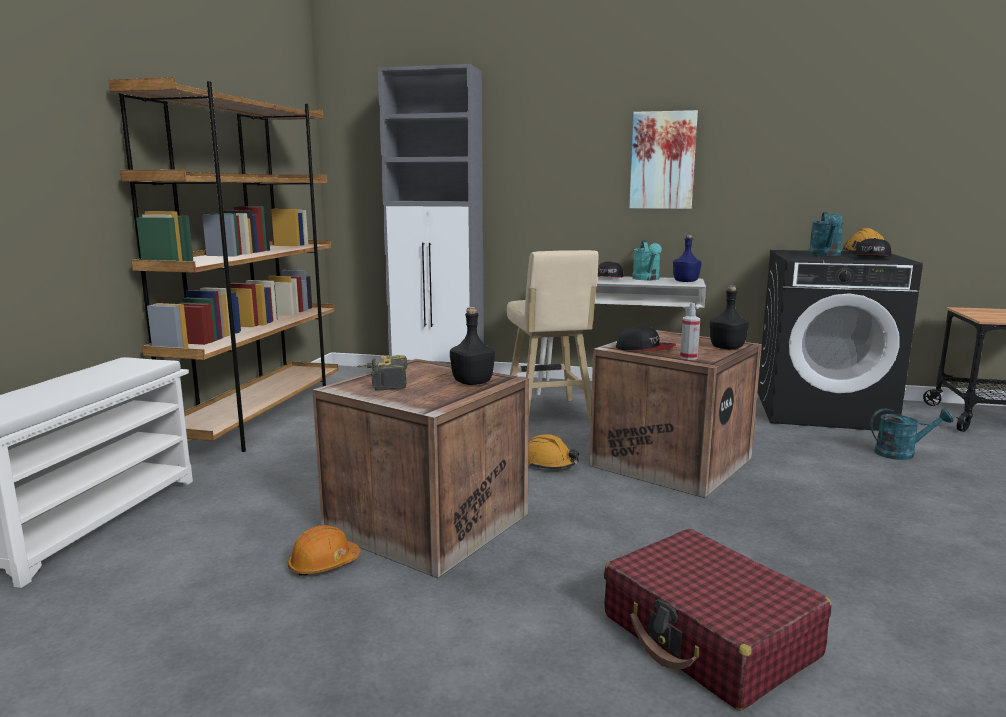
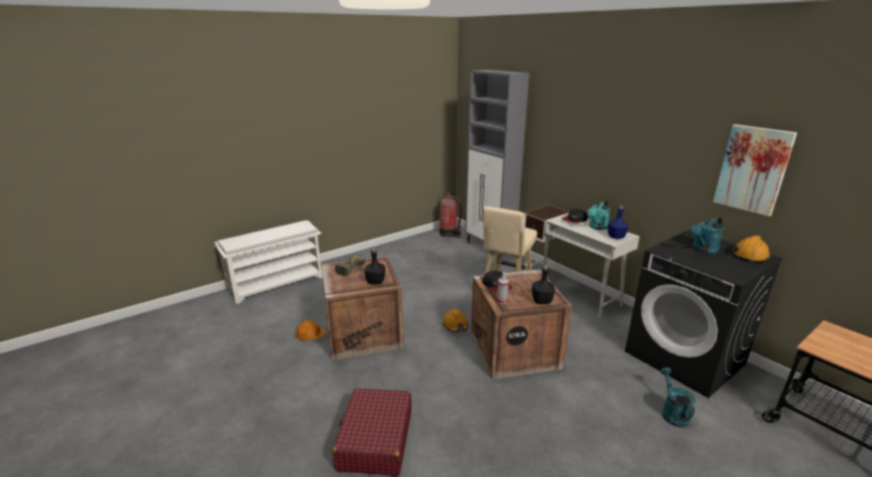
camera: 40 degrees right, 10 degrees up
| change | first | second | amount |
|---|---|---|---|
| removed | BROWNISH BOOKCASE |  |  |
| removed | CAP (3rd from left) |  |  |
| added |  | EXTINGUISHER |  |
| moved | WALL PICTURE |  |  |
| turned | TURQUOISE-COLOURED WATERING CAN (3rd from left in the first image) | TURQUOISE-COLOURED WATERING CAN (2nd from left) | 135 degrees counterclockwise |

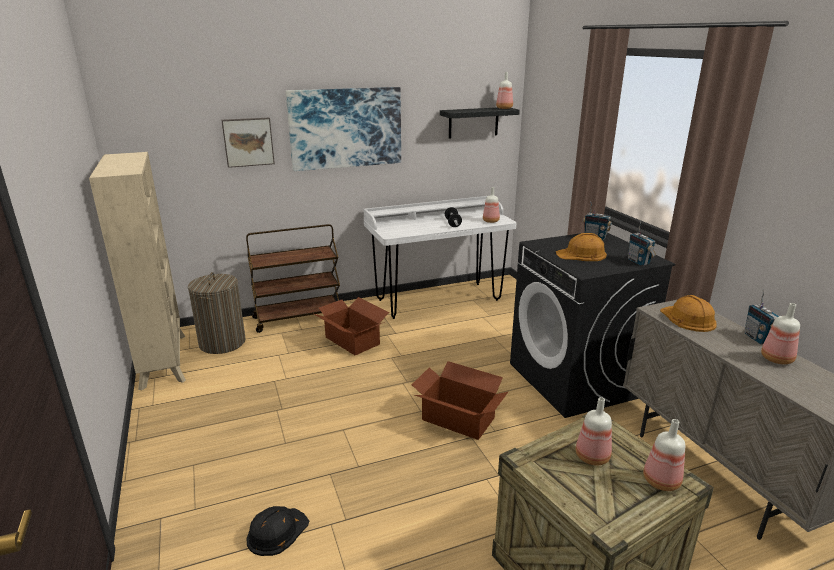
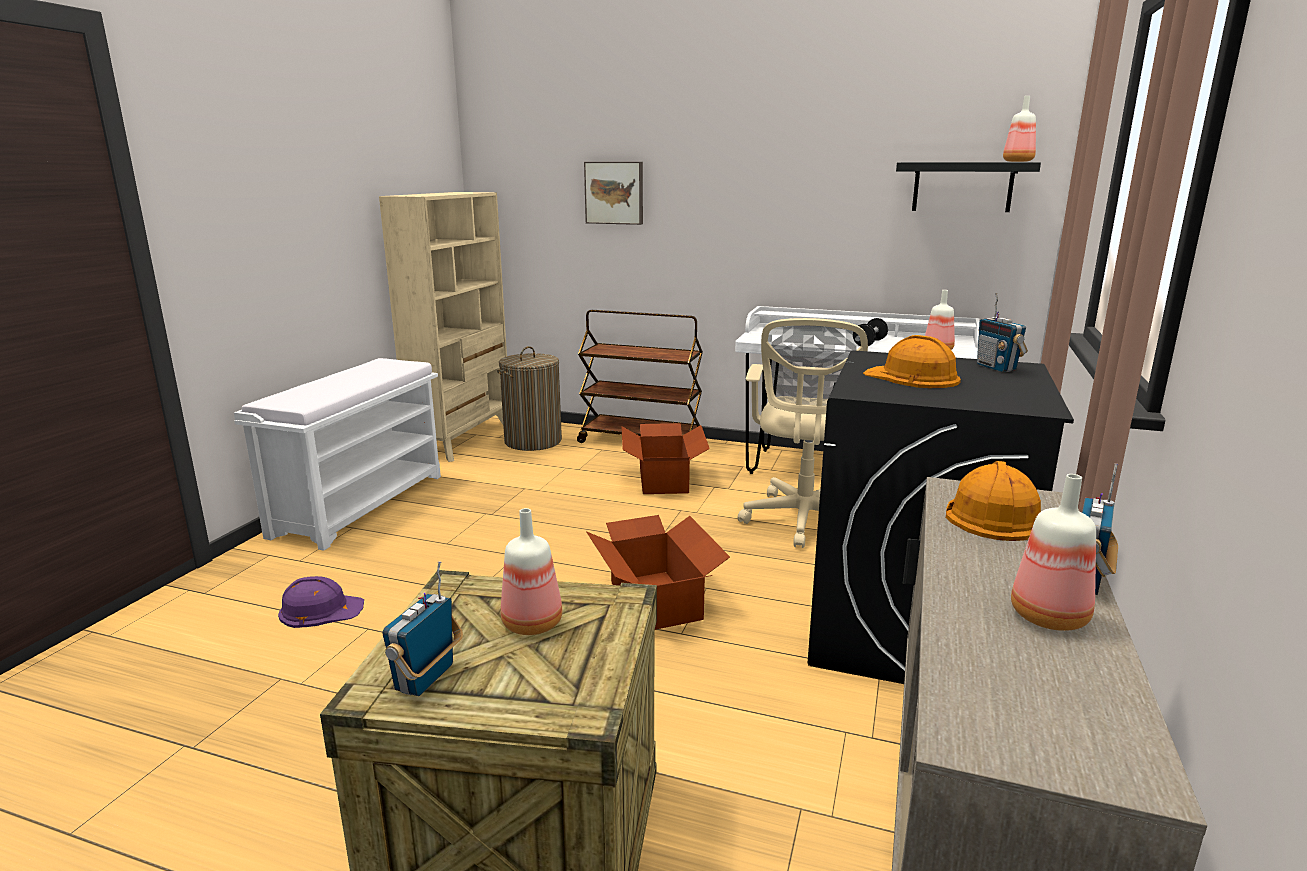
camera: 40 degrees right, 5 degrees down
| change | first | second | amount |
|---|---|---|---|
| removed | WALL PICTURE (2nd from left) |  |  |
| removed | BOTTLE (4th from left) |  |  |
| added |  | WHITE-COLOURED LONG SEAT |  |
| added |  | BEIGE-COLOURED OFFICE CHAIR |  |
| moved | RADIO SET (2nd from left in the first image) | RADIO SET (1st from left) |  |
| recoloured | BLACK-COLOURED SAFETY HELMET | PURPLE-COLOURED SAFETY HELMET |  |

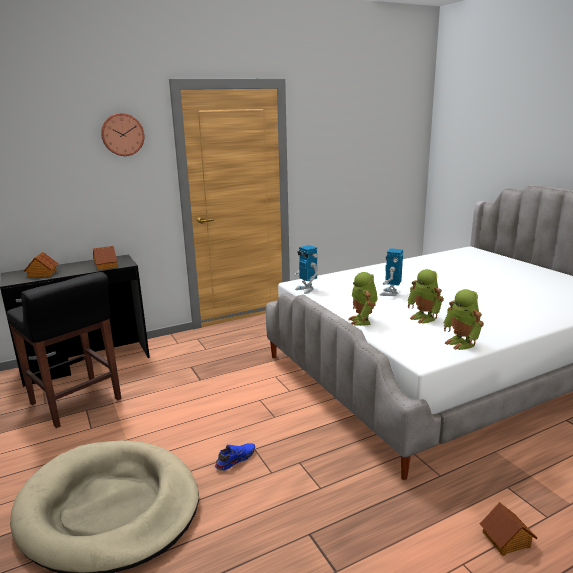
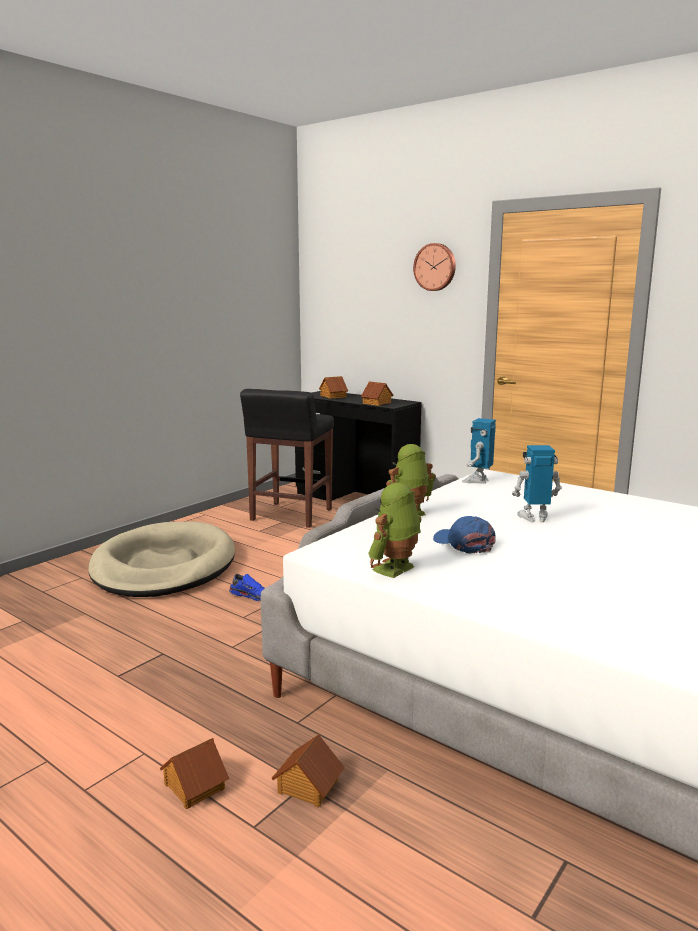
camera: 65 degrees right, 5 degrees down
| change | first | second | amount |
|---|---|---|---|
| added |  | MODEL HOUSE (2nd from left) |  |
| replaced | MODEL ROBOT (4th from left) | BLUISH CAP |  |

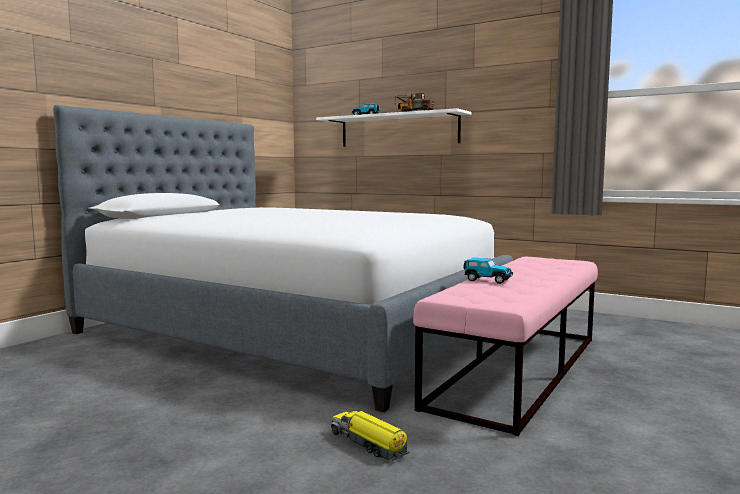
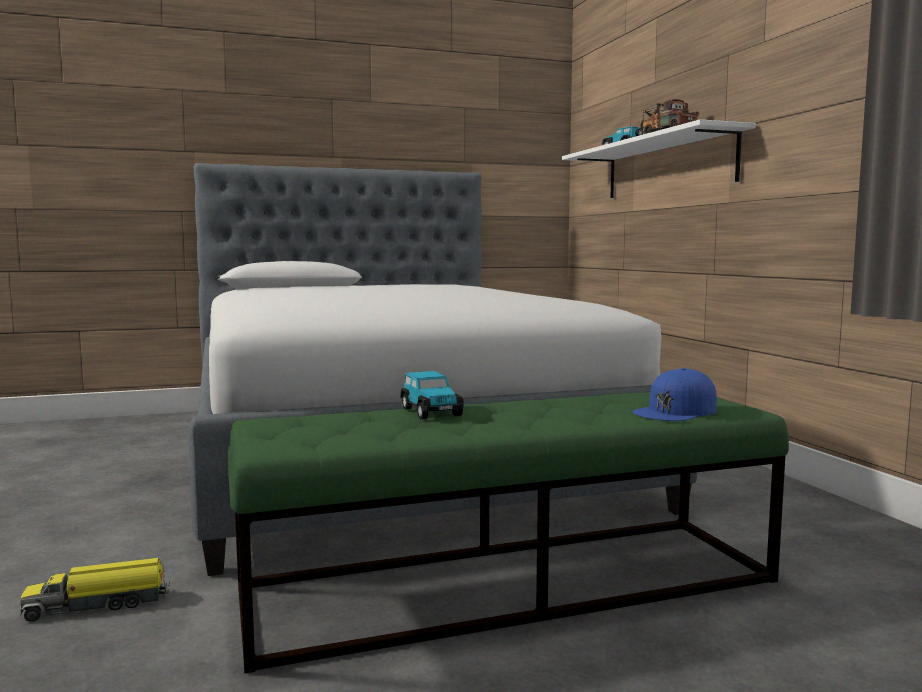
camera: 40 degrees right, 0 degrees up
| change | first | second | amount |
|---|---|---|---|
| added |  | BLUISH CAP |  |
| recoloured | PINK-COLOURED LONG SEAT | GREEN-COLOURED LONG SEAT |  |
| turned | TOY LORRY (1st from left) |  | 105 degrees counterclockwise |

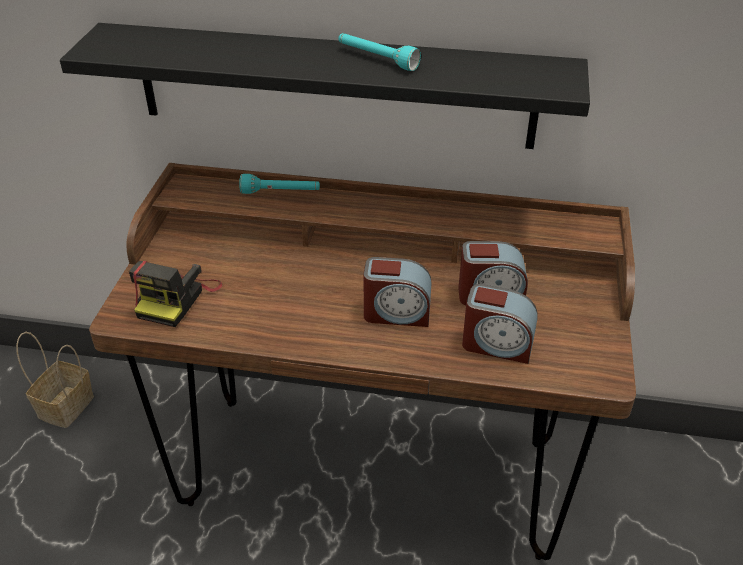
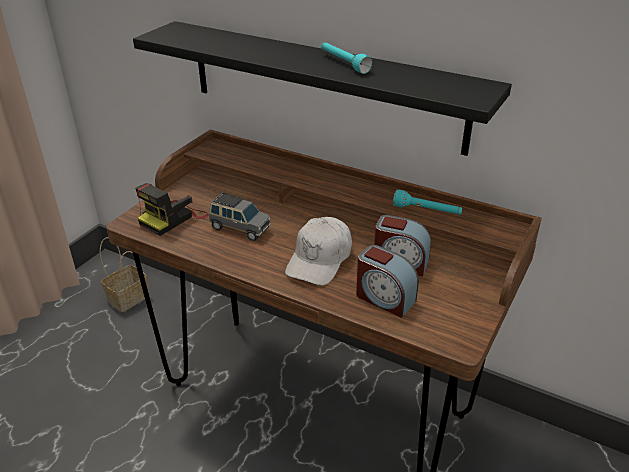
camera: 20 degrees right, 5 degrees down
| change | first | second | amount |
|---|---|---|---|
| added |  | GRAY TOY CAR |  |
| moved | TURQUOISE-COLOURED FLASHLIGHT (1st from left in the first image) | TURQUOISE-COLOURED FLASHLIGHT (2nd from left) |  |
| replaced | ALARM CLOCK (1st from left) | WHITE-COLOURED CAP |  |

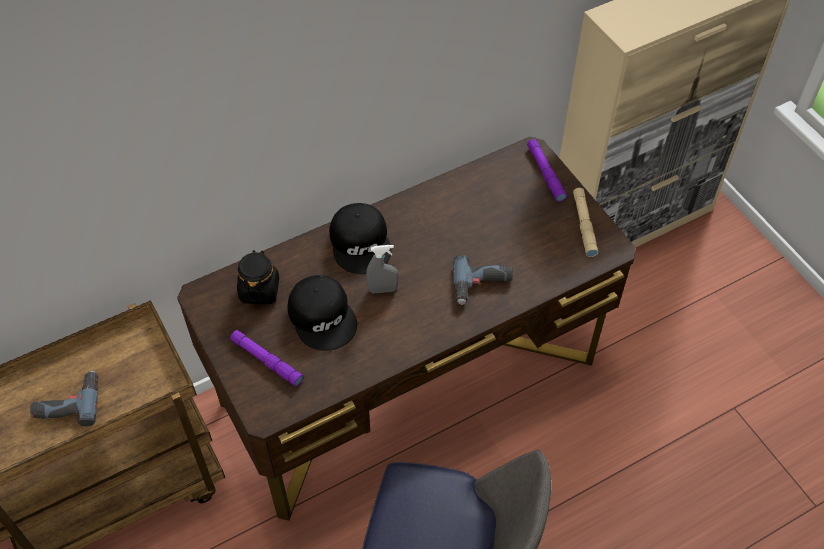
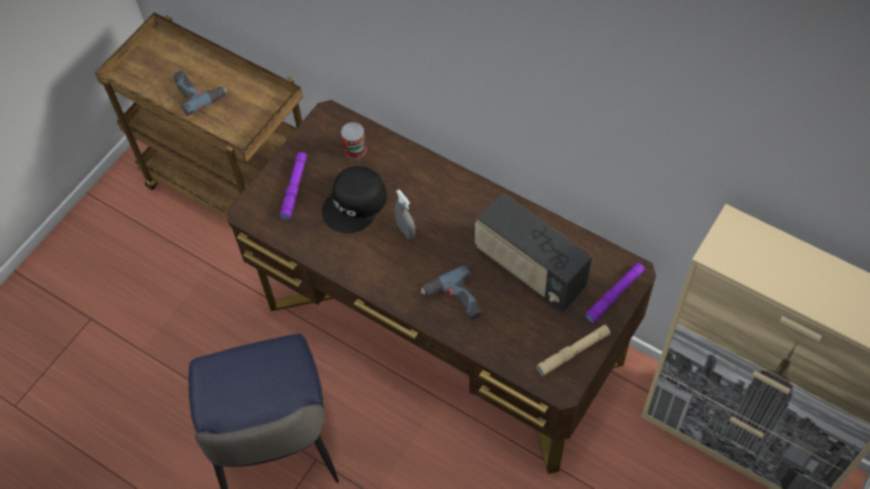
camera: 65 degrees right, 5 degrees up
| change | first | second | amount |
|---|---|---|---|
| removed | BLACK-COLOURED CAP (2nd from left) |  |  |
| added |  | RADIO SET |  |
| replaced | BLACK-COLOURED PRESERVE JAR | METAL CAN |  |

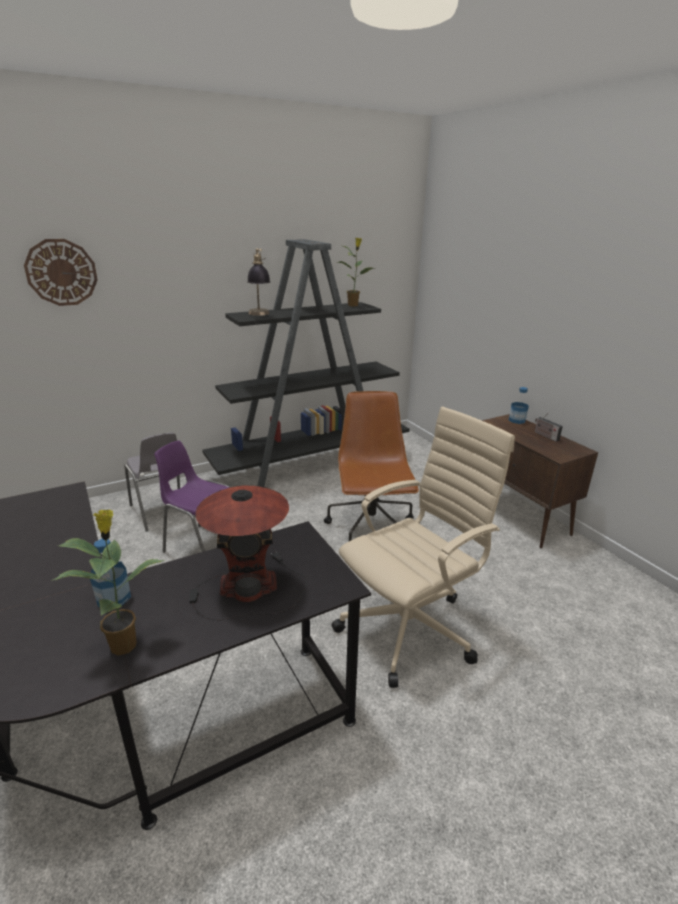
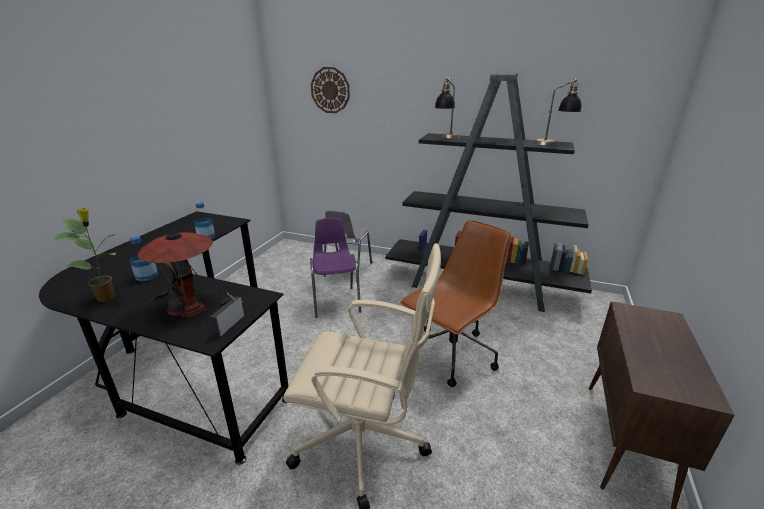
camera: 50 degrees right, 0 degrees up
| change | first | second | amount |
|---|---|---|---|
| moved | BOTTLE (2nd from left) |  |  |
| moved | RADIO SET |  |  |
| replaced | HOUSEPLANT (2nd from left) | LAMP FOR A TABLE (3rd from left) |  |

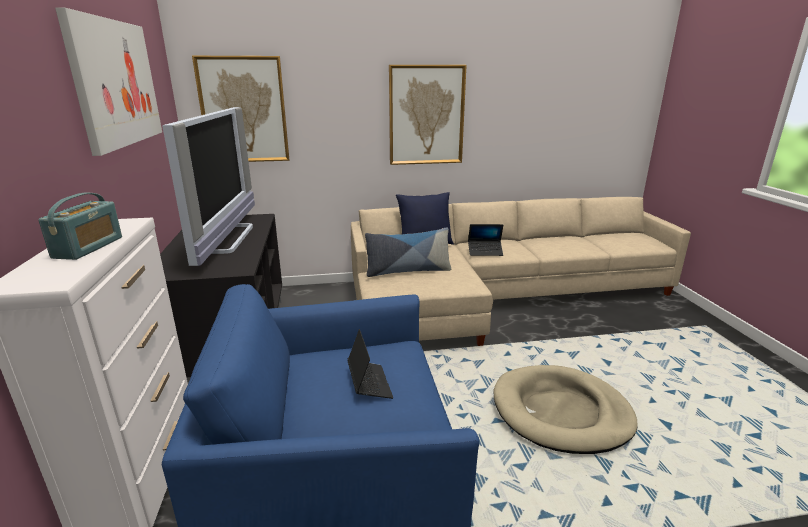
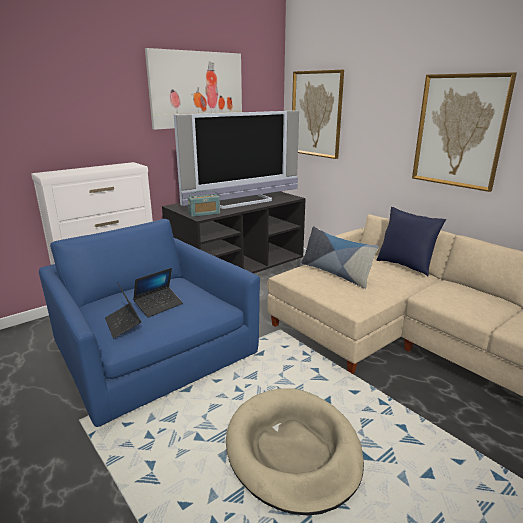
camera: 60 degrees right, 0 degrees up
| change | first | second | amount |
|---|---|---|---|
| moved | RADIO SET |  |  |
| moved | LAPTOP (2nd from left in the first image) | LAPTOP (1st from left) |  |

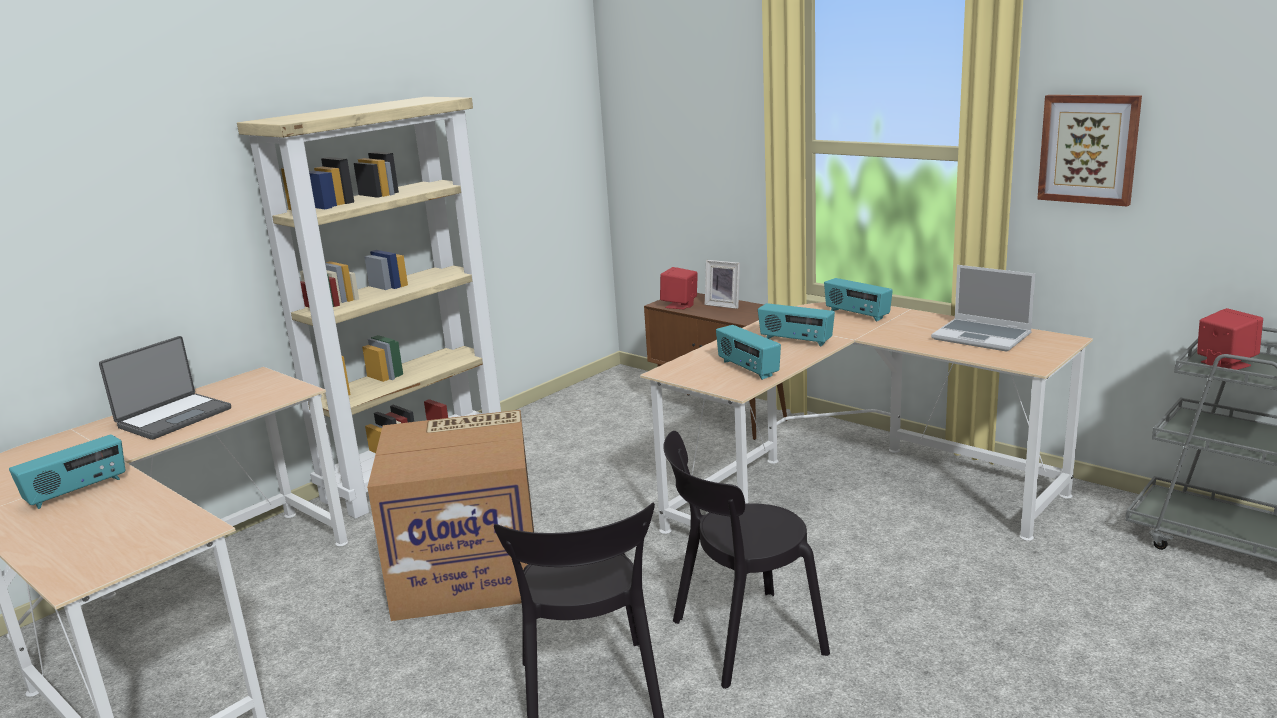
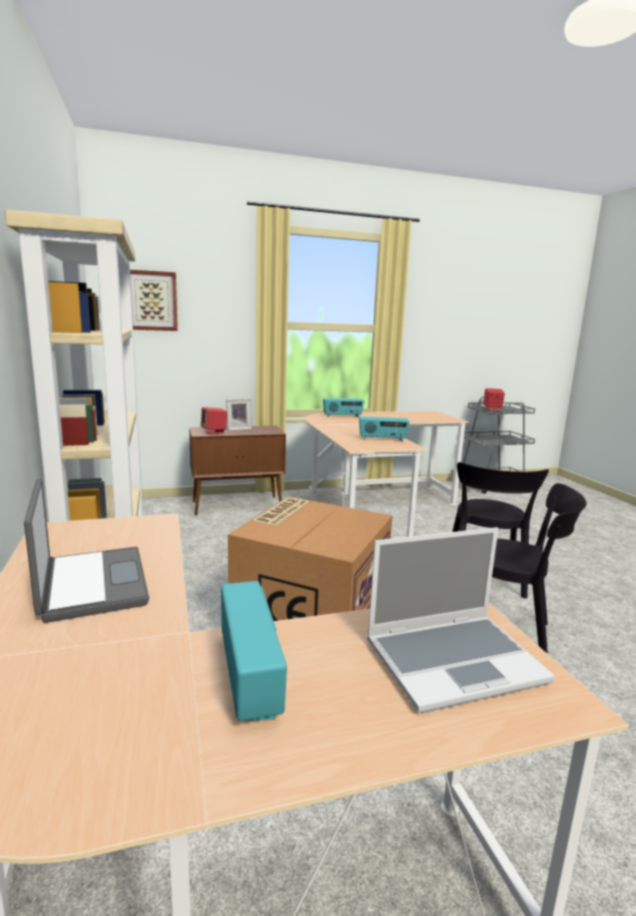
camera: 60 degrees left, 5 degrees down
| change | first | second | amount |
|---|---|---|---|
| removed | RADIO SET (3rd from left) |  |  |
| moved | LAPTOP (2nd from left) |  |  |
| moved | WALL PICTURE |  |  |

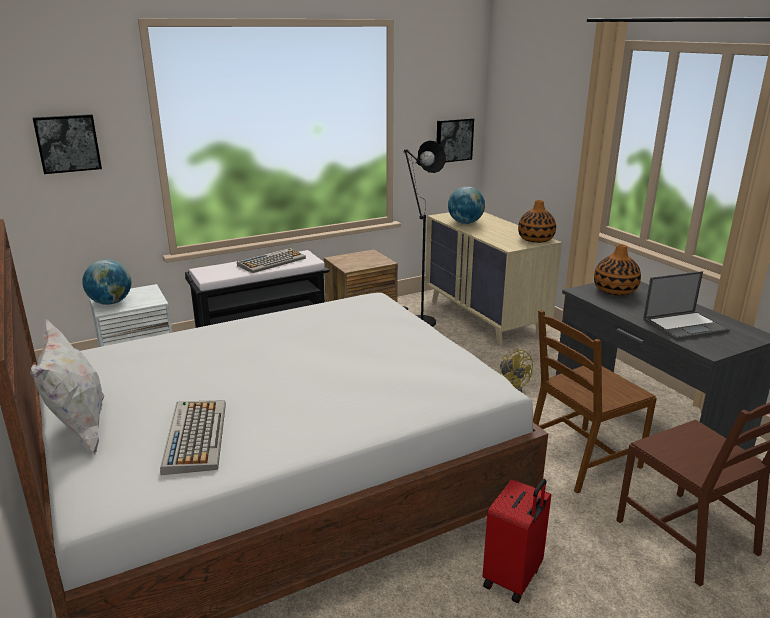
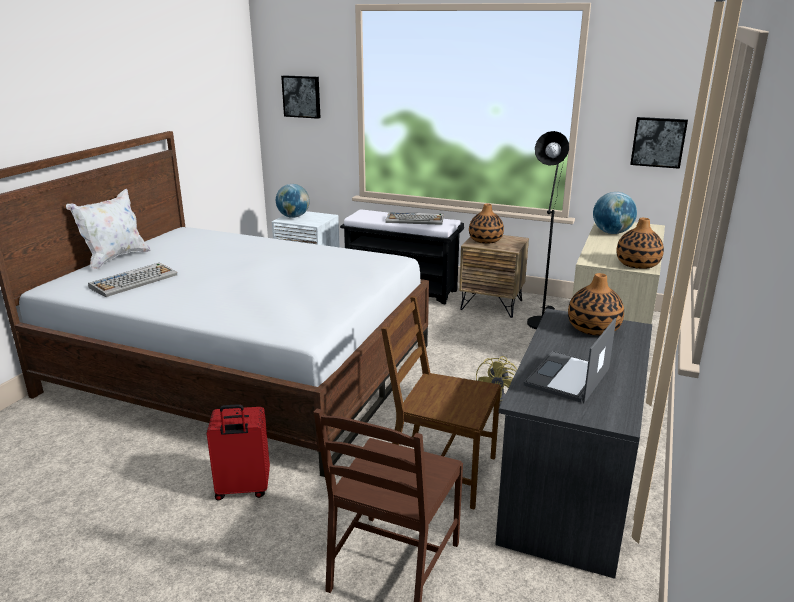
camera: 50 degrees right, 0 degrees up
| change | first | second | amount |
|---|---|---|---|
| added |  | FLOWER VASE (1st from left) |  |
| turned | LAPTOP |  | 90 degrees clockwise |

